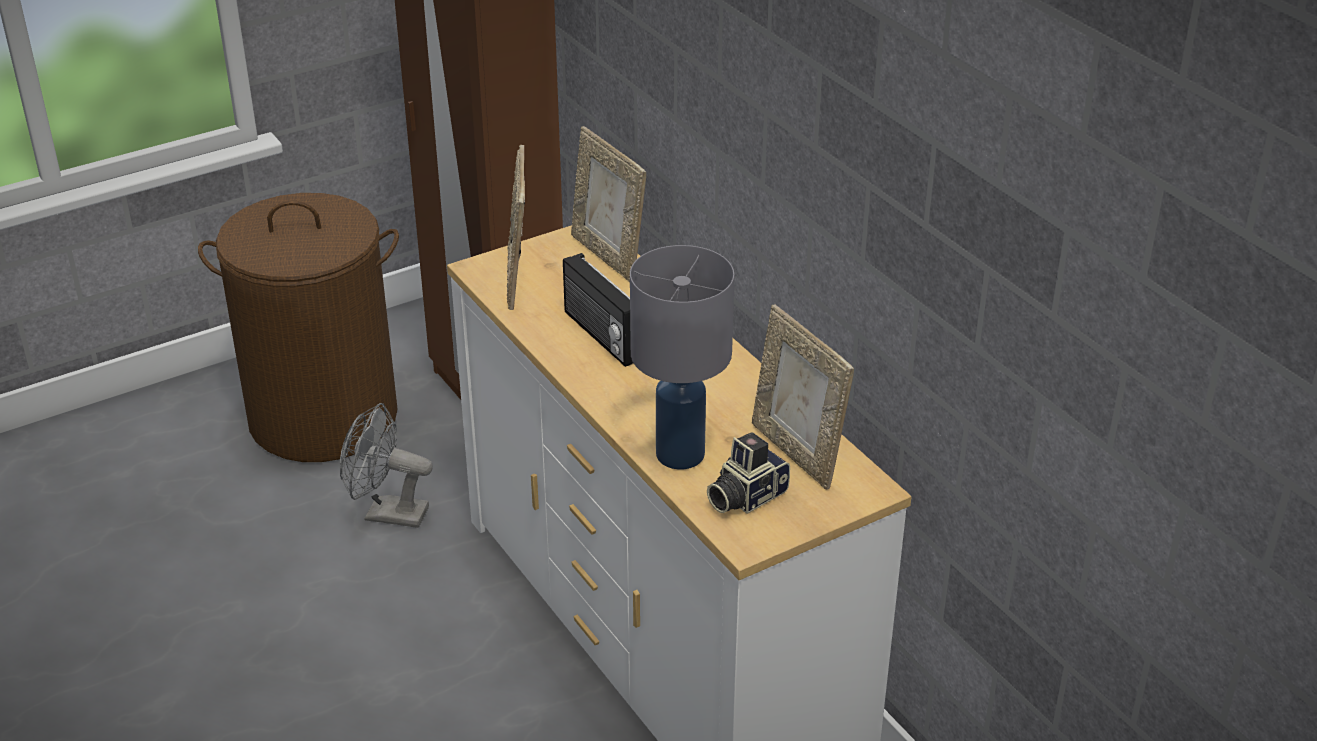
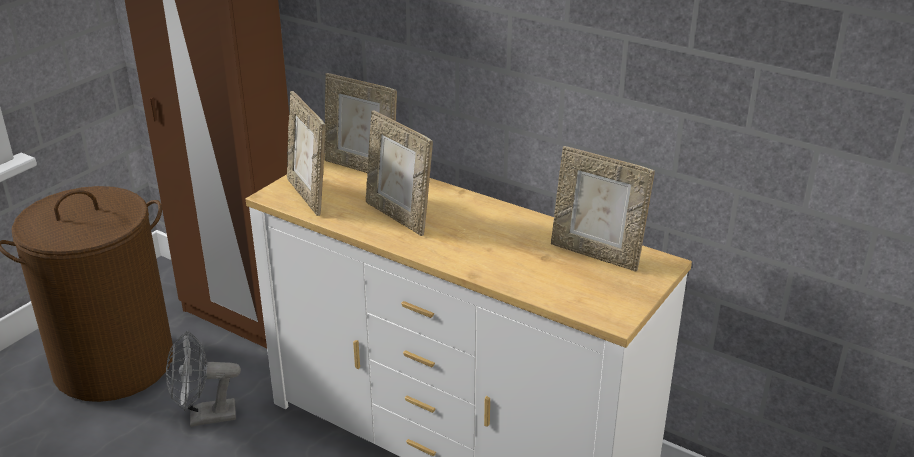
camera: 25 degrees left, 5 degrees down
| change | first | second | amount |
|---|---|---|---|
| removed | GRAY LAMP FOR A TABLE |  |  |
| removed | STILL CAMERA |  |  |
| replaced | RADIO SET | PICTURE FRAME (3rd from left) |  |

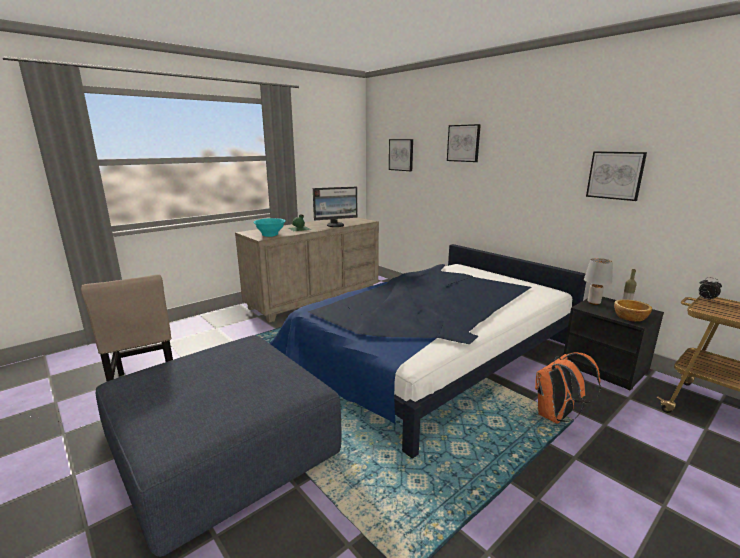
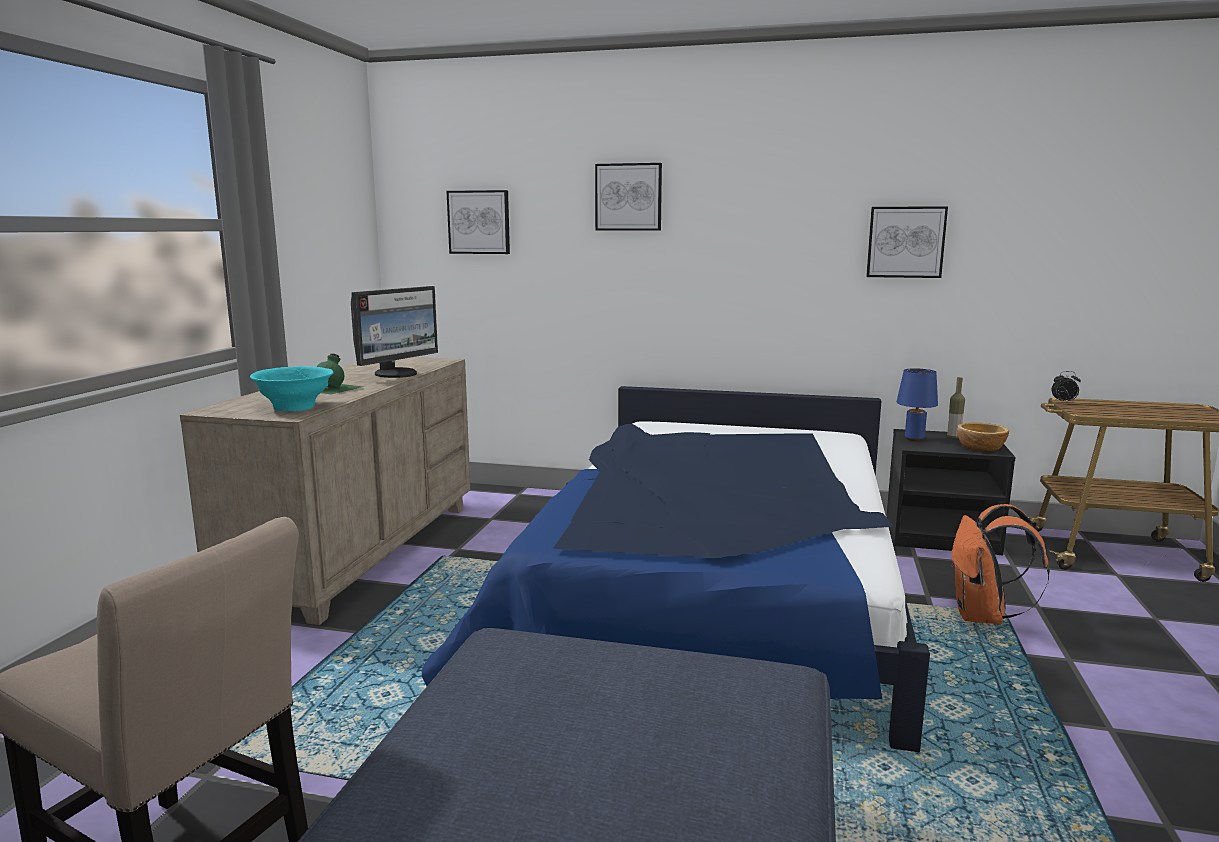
camera: 35 degrees left, 5 degrees down
| change | first | second | amount |
|---|---|---|---|
| recoloured | GRAY LAMP FOR A TABLE | BLUISH LAMP FOR A TABLE |  |

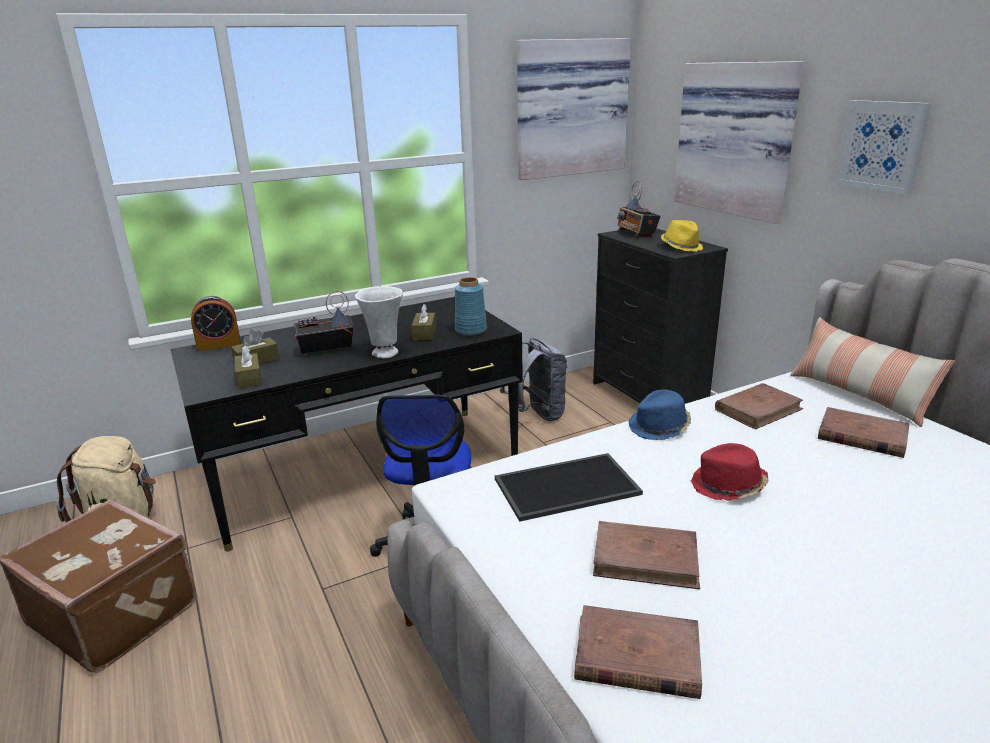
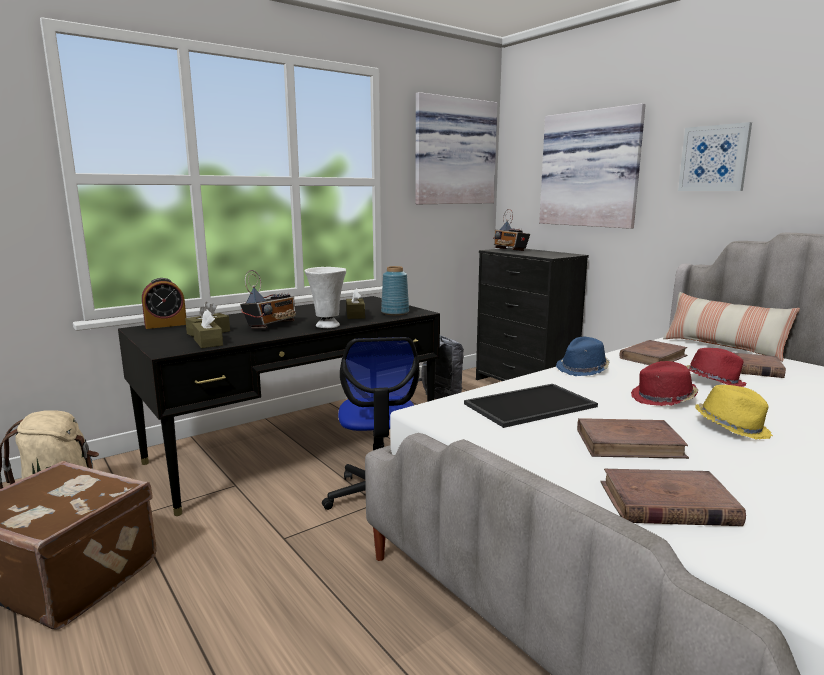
camera: 10 degrees left, 10 degrees down
| change | first | second | amount |
|---|---|---|---|
| added |  | RED-COLOURED HAT (2nd from left) |  |
| moved | YELLOWISH HAT |  |  |
| turned | RADIO SET (1st from left) |  | 150 degrees clockwise |

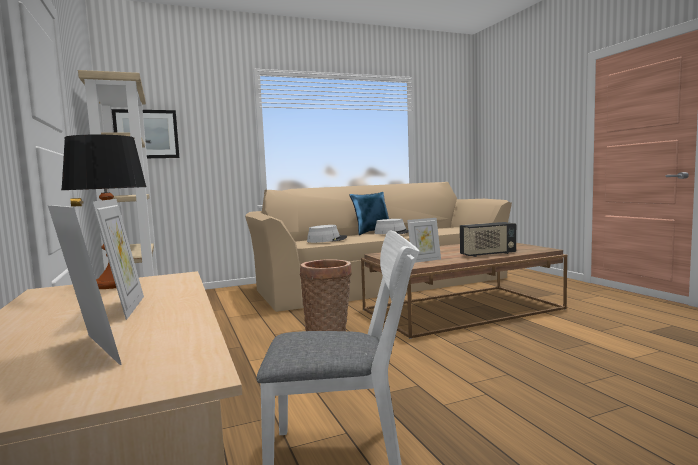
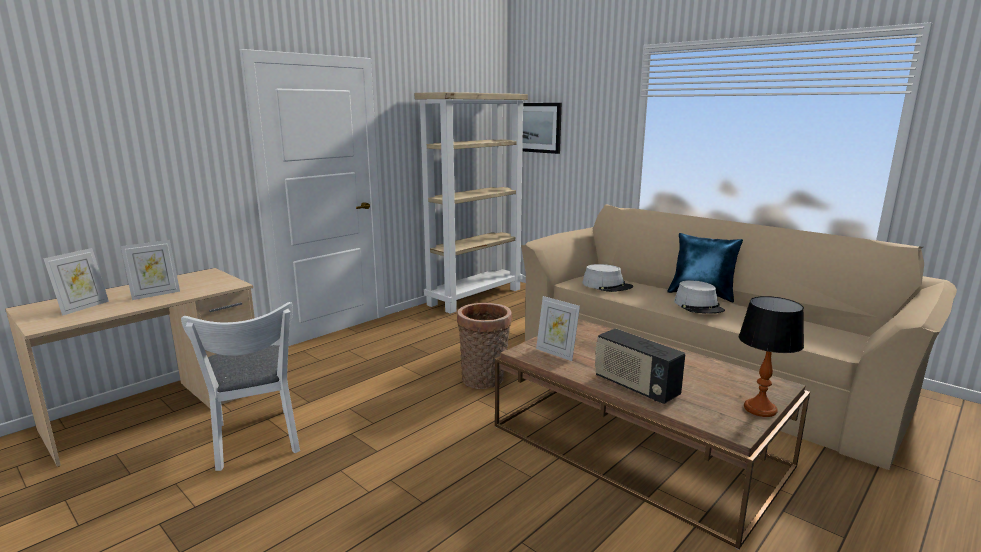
camera: 65 degrees right, 10 degrees up
| change | first | second | amount |
|---|---|---|---|
| moved | LAMP FOR A TABLE |  |  |

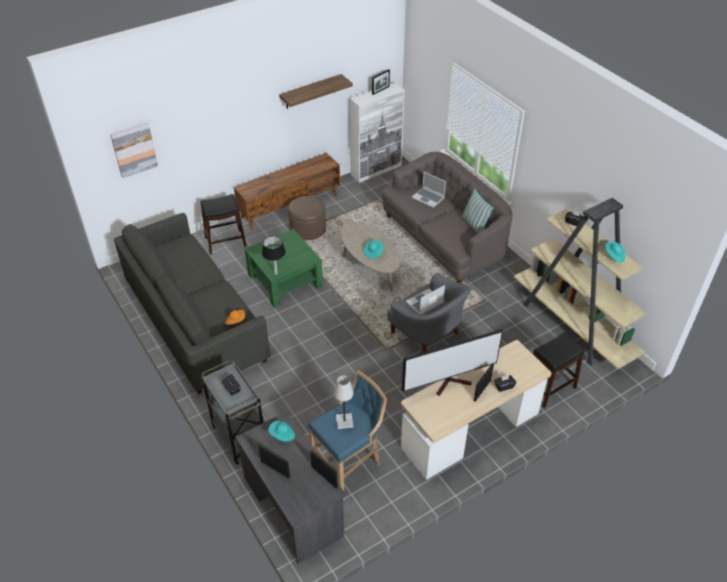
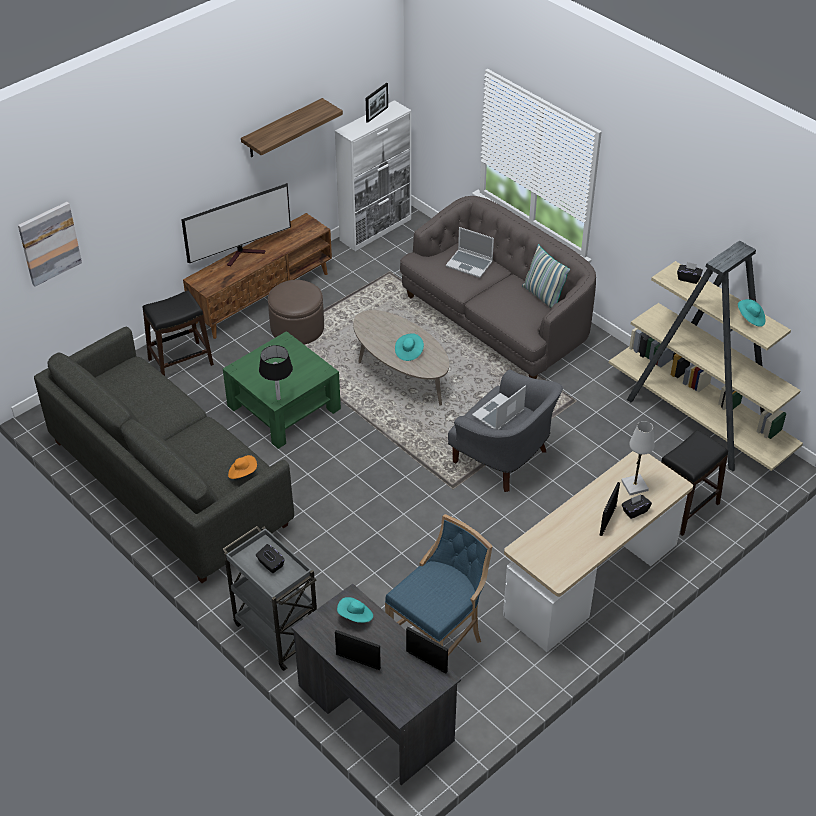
camera: 10 degrees left, 0 degrees up
| change | first | second | amount |
|---|---|---|---|
| moved | WHITE-COLOURED LAMP FOR A TABLE |  |  |
| moved | TV |  |  |

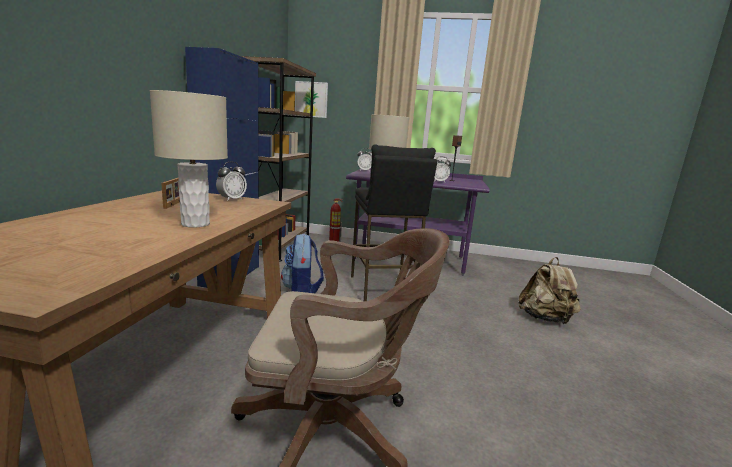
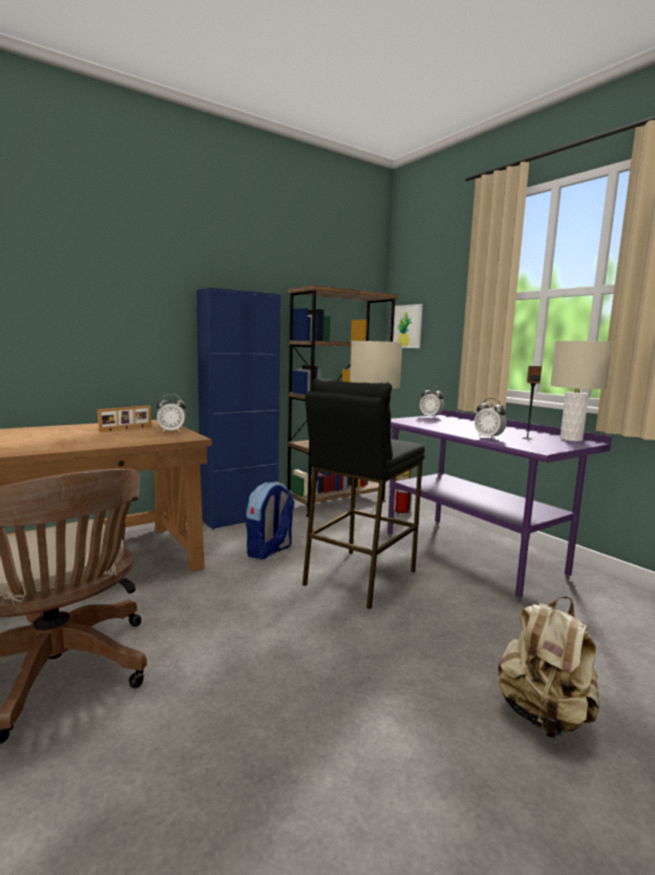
camera: 45 degrees right, 5 degrees down
| change | first | second | amount |
|---|---|---|---|
| moved | BEIGE-COLOURED LAMP FOR A TABLE (1st from left in the first image) | BEIGE-COLOURED LAMP FOR A TABLE (2nd from left) |  |

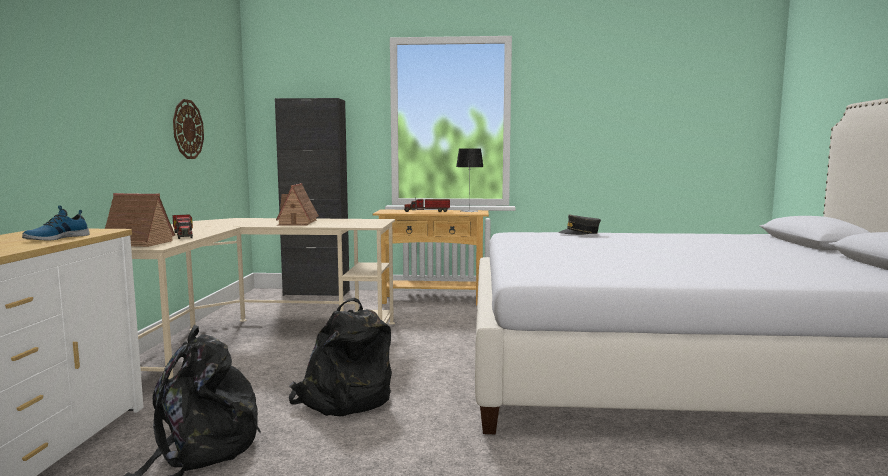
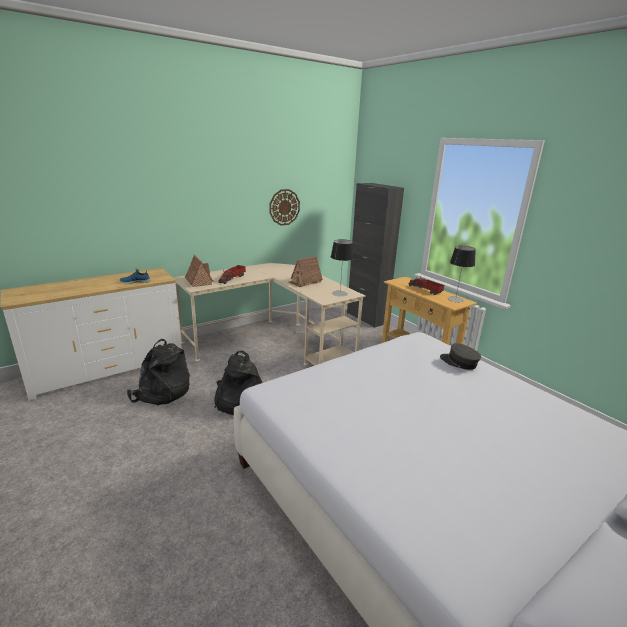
camera: 50 degrees right, 15 degrees up
| change | first | second | amount |
|---|---|---|---|
| added |  | LAMP FOR A TABLE (1st from left) |  |

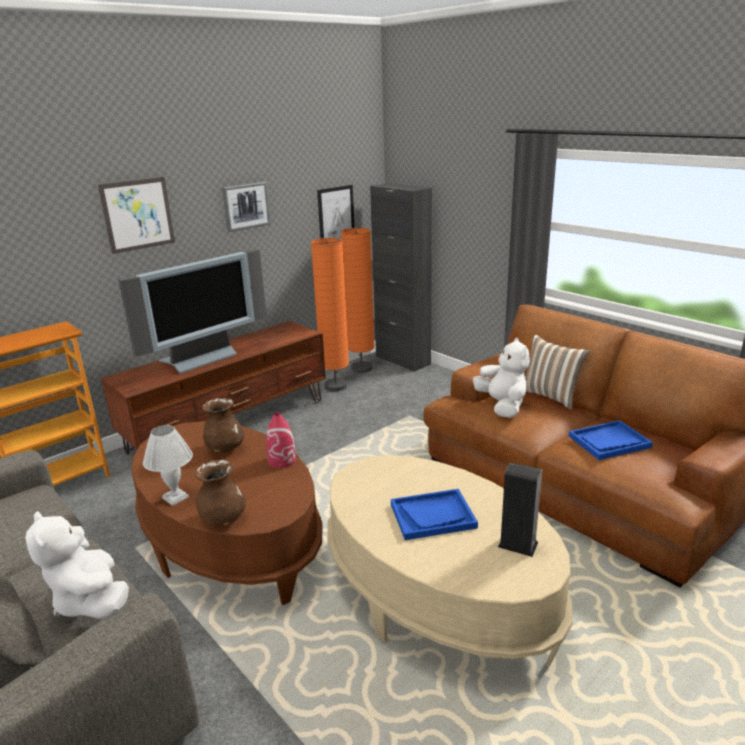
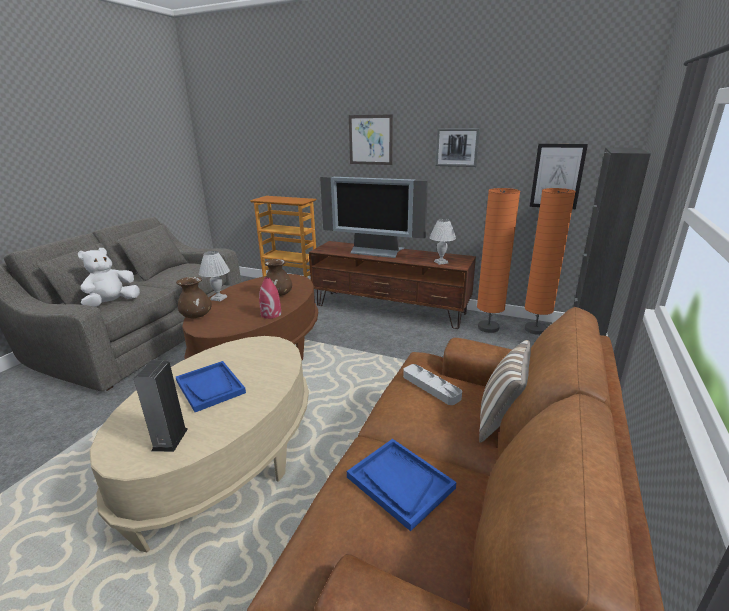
camera: 65 degrees right, 0 degrees up
| change | first | second | amount |
|---|---|---|---|
| added |  | WHITE-COLOURED LAMP FOR A TABLE (2nd from left) |  |
| replaced | WHITE-COLOURED SOFT TOY (2nd from left) | GRAY TRAY |  |

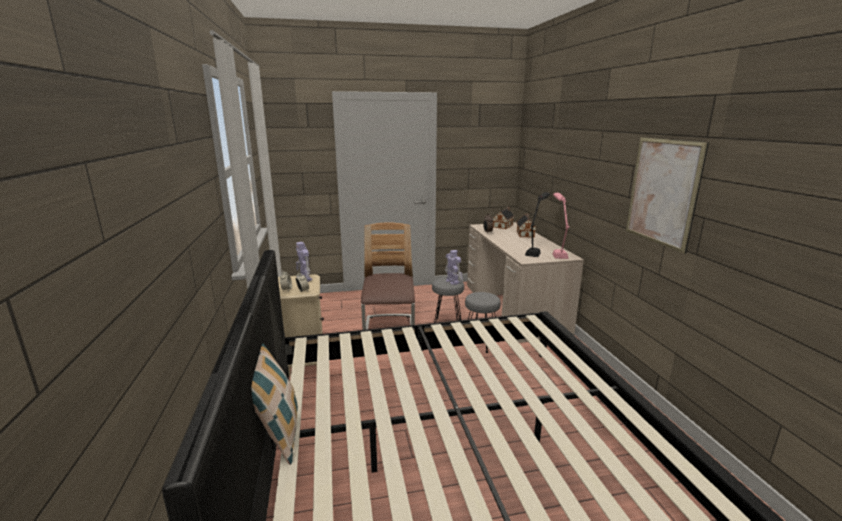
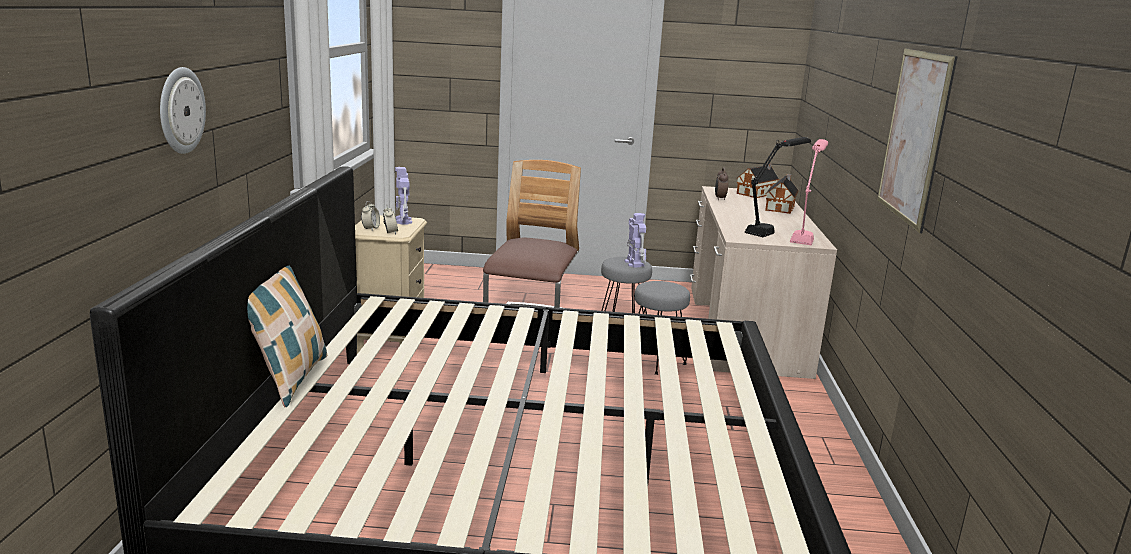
camera: 15 degrees right, 0 degrees up
| change | first | second | amount |
|---|---|---|---|
| added |  | CLOCK ON THE WALL |  |

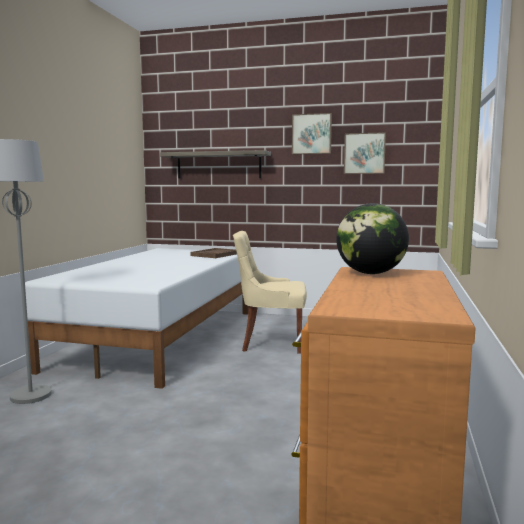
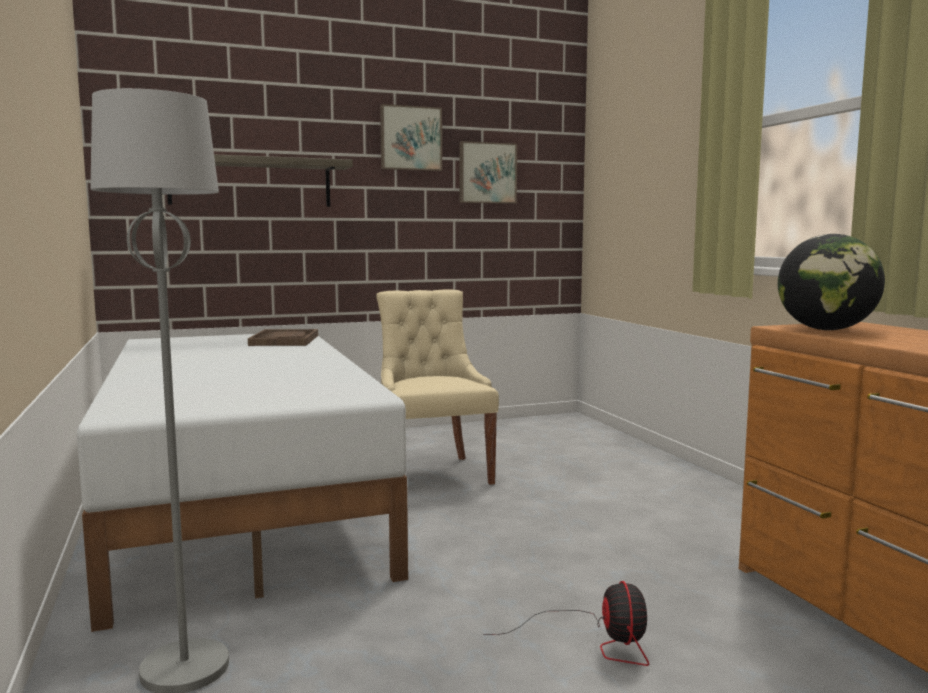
camera: 35 degrees left, 0 degrees up
| change | first | second | amount |
|---|---|---|---|
| added |  | FAN |  |
| turned | BEIGE-COLOURED PLAIN CHAIR |  | 105 degrees clockwise |

